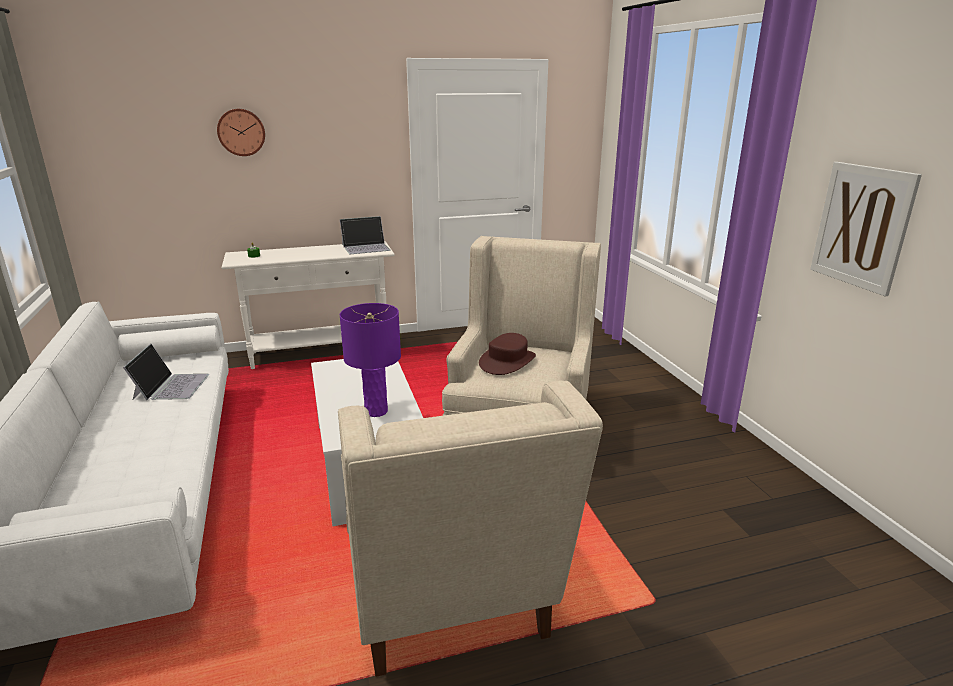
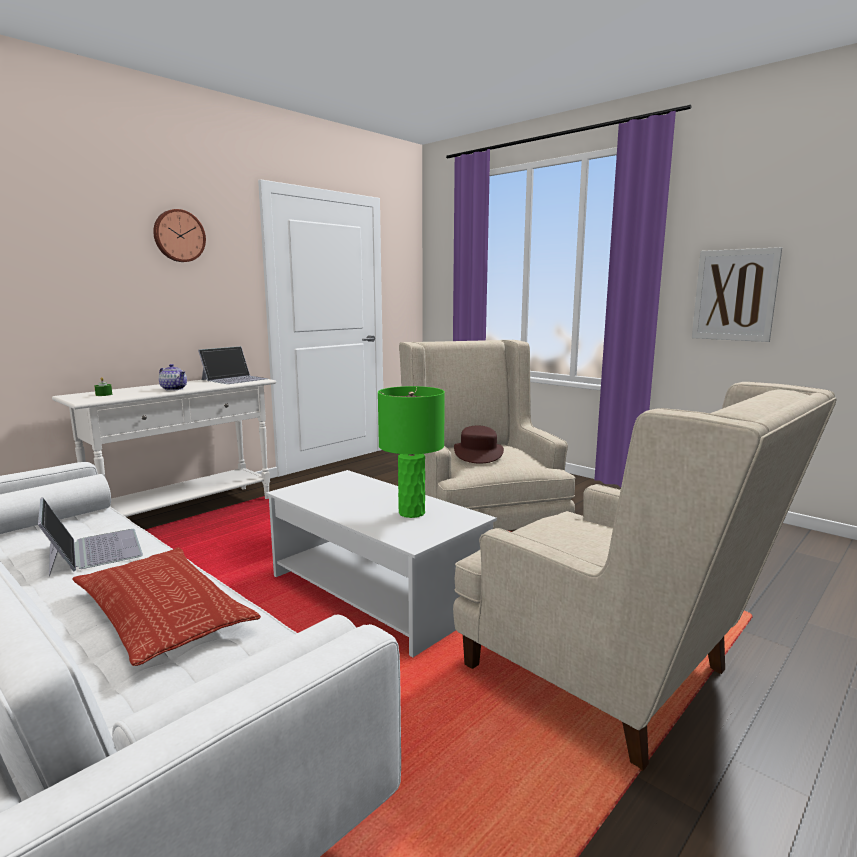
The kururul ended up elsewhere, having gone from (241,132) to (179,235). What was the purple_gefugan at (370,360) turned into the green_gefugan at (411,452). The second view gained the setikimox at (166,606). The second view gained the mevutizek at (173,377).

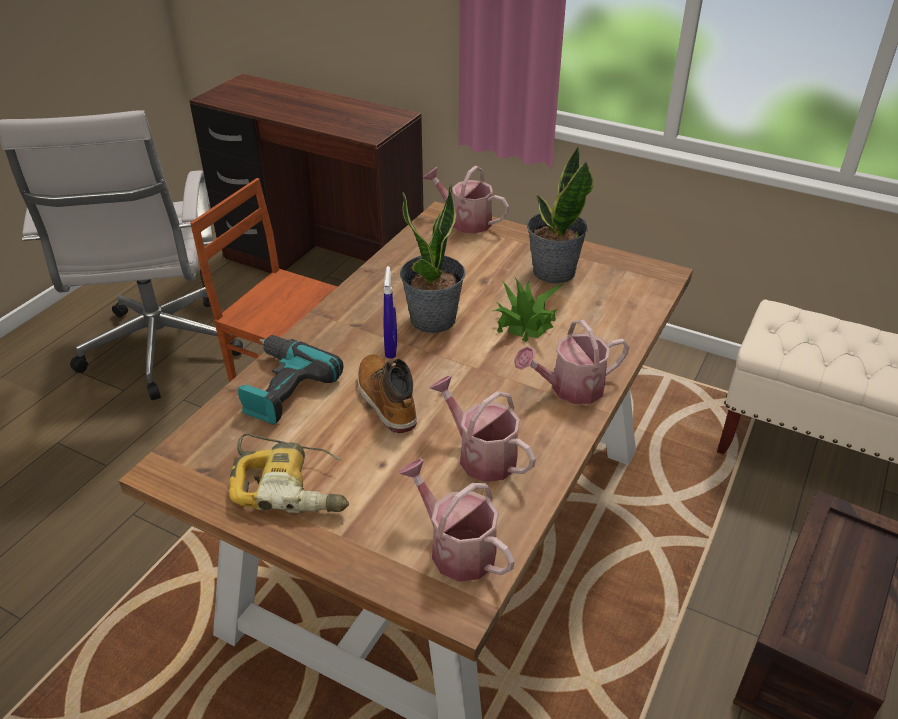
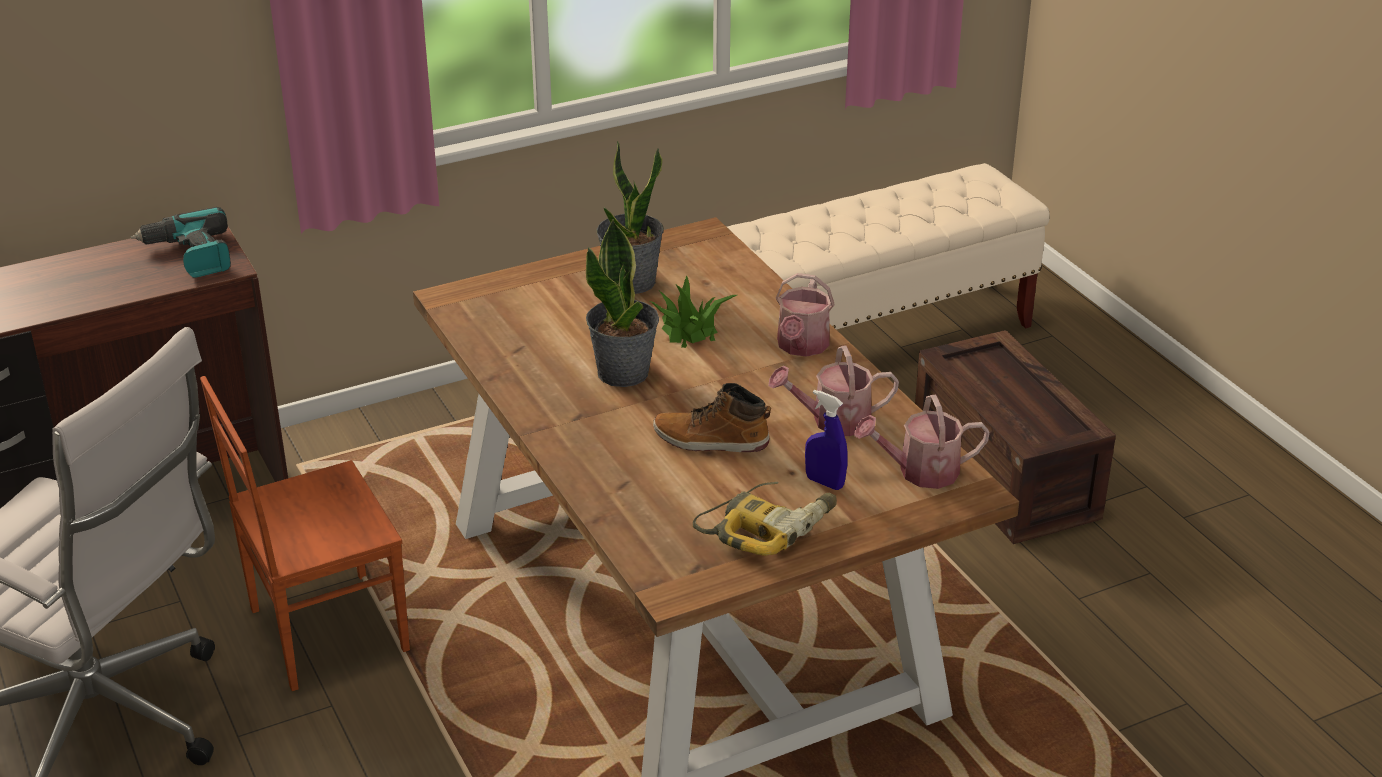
The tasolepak ended up elsewhere, having gone from (290,380) to (180,242). The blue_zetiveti ended up elsewhere, having gone from (390,312) to (826,440). The second view lost the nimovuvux at (465,200).

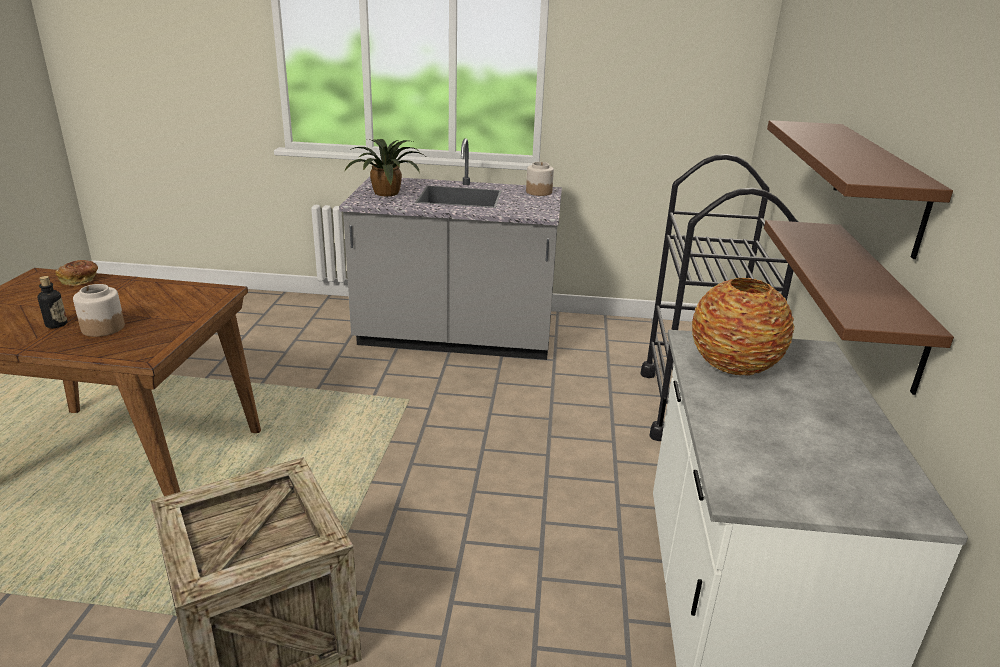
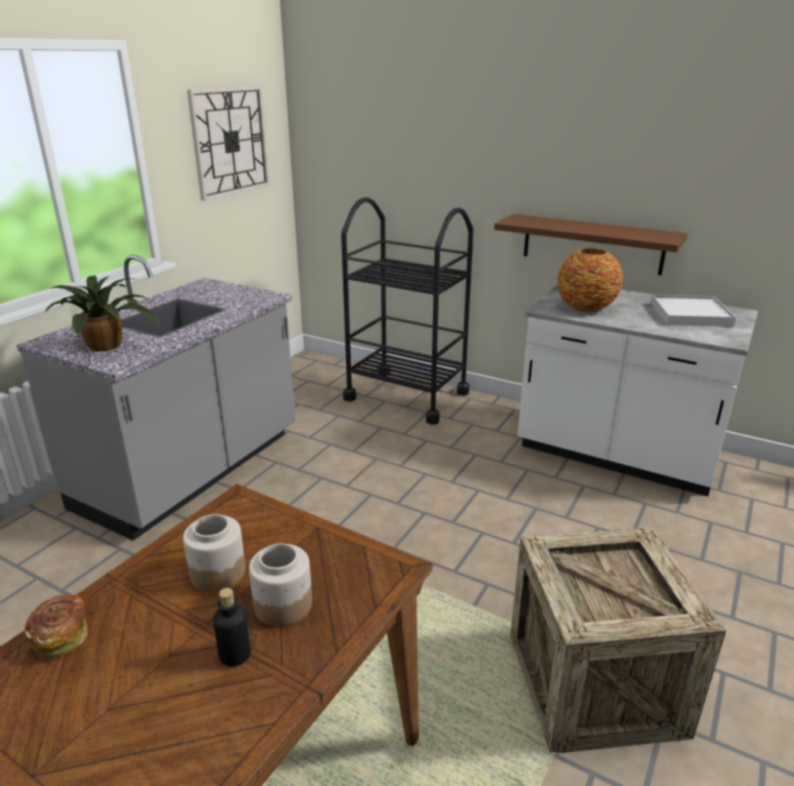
The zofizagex ended up elsewhere, having gone from (540,179) to (214,553). The second view lost the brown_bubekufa at (860,189). The second view gained the kururul at (228,143). The second view gained the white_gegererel at (693,311).

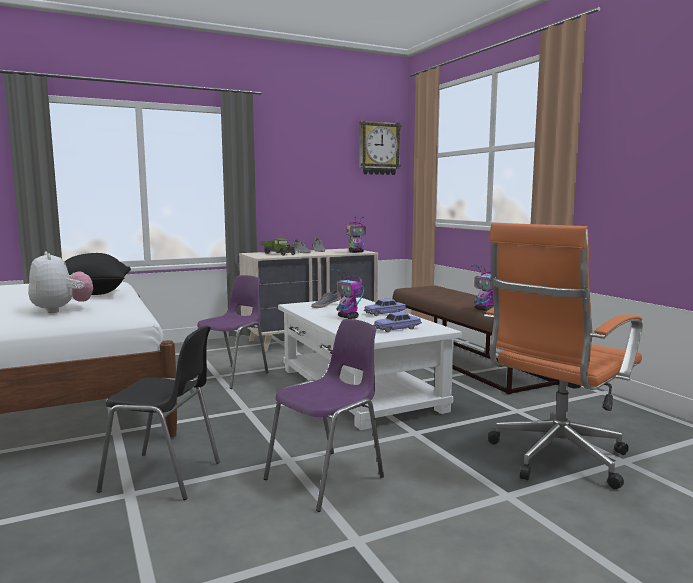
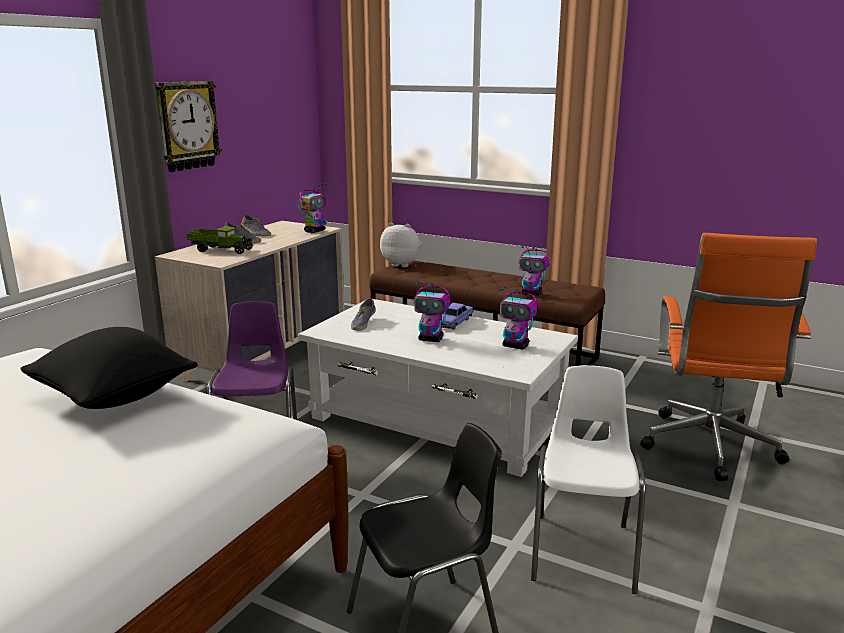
The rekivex ended up elsewhere, having gone from (60,282) to (401,244). What was the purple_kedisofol at (324,415) turned into the white_kedisofol at (588,479). The kururul ended up elsewhere, having gone from (380,147) to (188,126). Where the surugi stood at (397,322), the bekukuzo came to stand at (518,318).

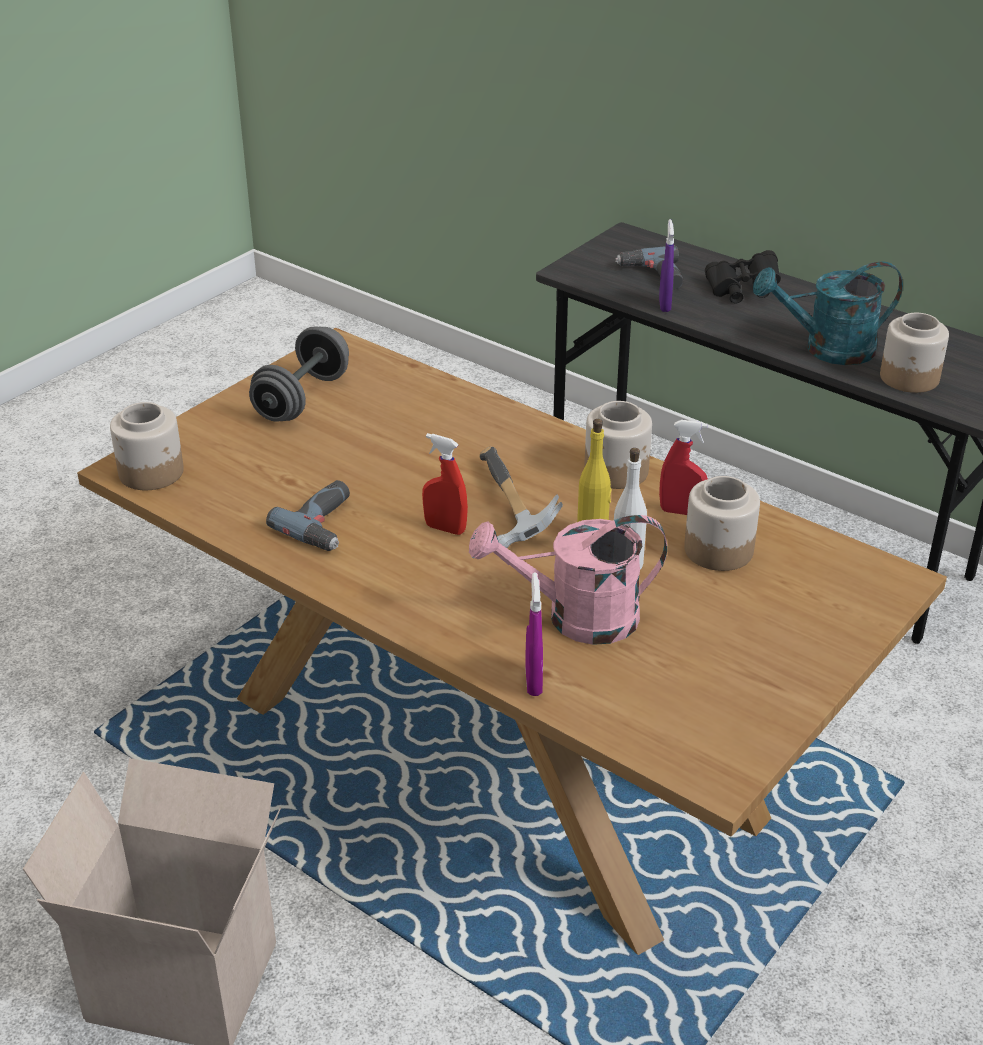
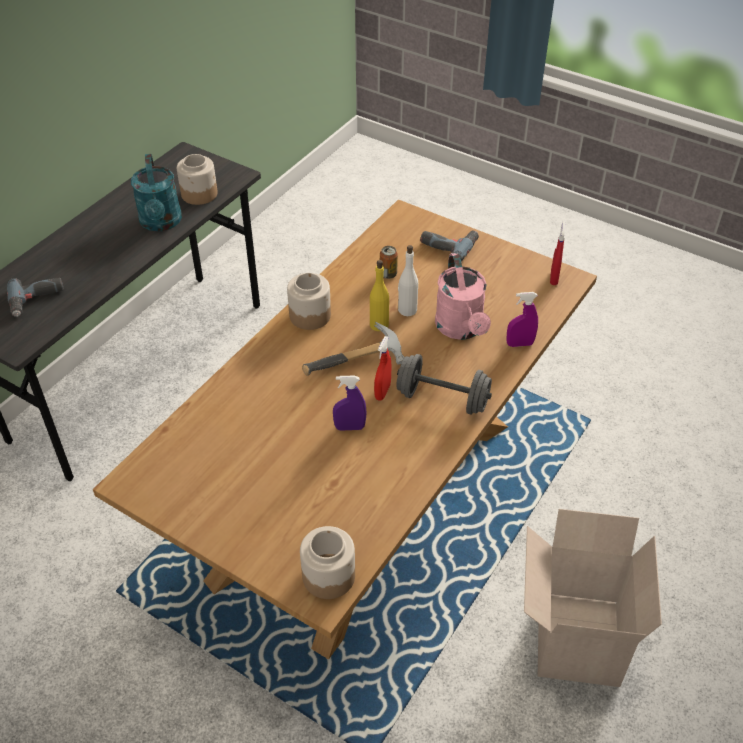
The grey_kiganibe ended up elsewhere, having gone from (299,374) to (444,384). The tasolepak ended up elsewhere, having gone from (308,515) to (449,246). The purple_zetiveti ended up elsewhere, having gone from (666,265) to (350,403). The red_zetiveti ended up elsewhere, having gone from (683,467) to (557,253). Where the zofizagex stood at (722,523), the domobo came to stand at (389,262). The second view lost the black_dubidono at (743,277).

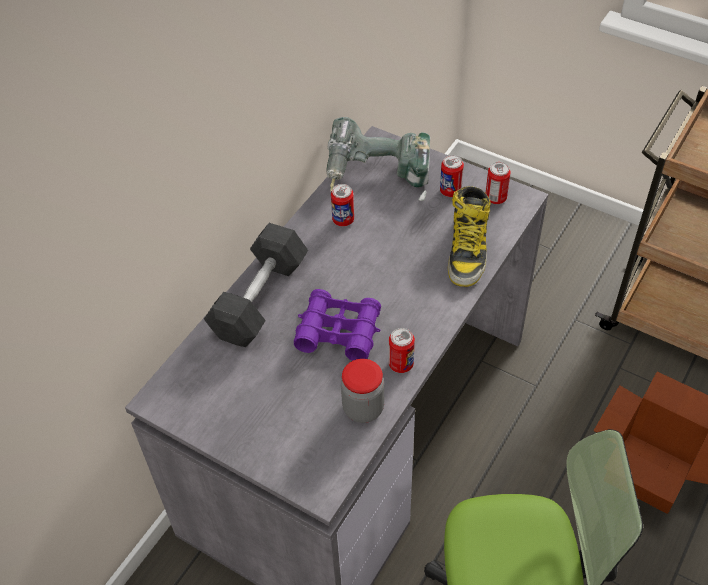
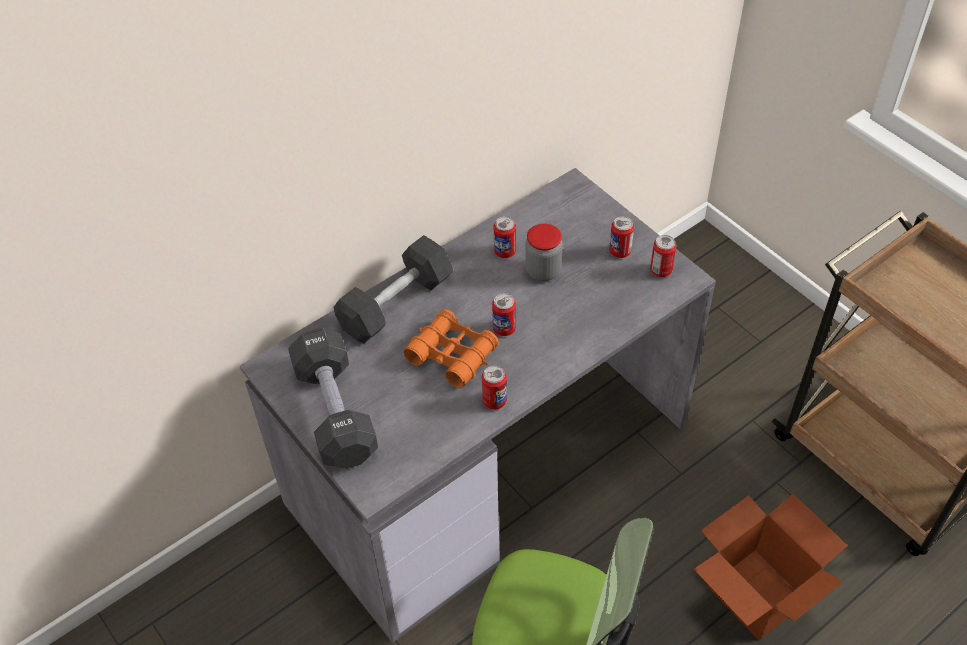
What was the purple_dubidono at (337,325) turned into the orange_dubidono at (451,348). The second view lost the tasolepak at (378,159). The zofizagex ended up elsewhere, having gone from (362,391) to (544,252). The second view lost the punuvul at (469,236). The second view gained the black_kiganibe at (333,398). The second view gained the domobo at (504,314).

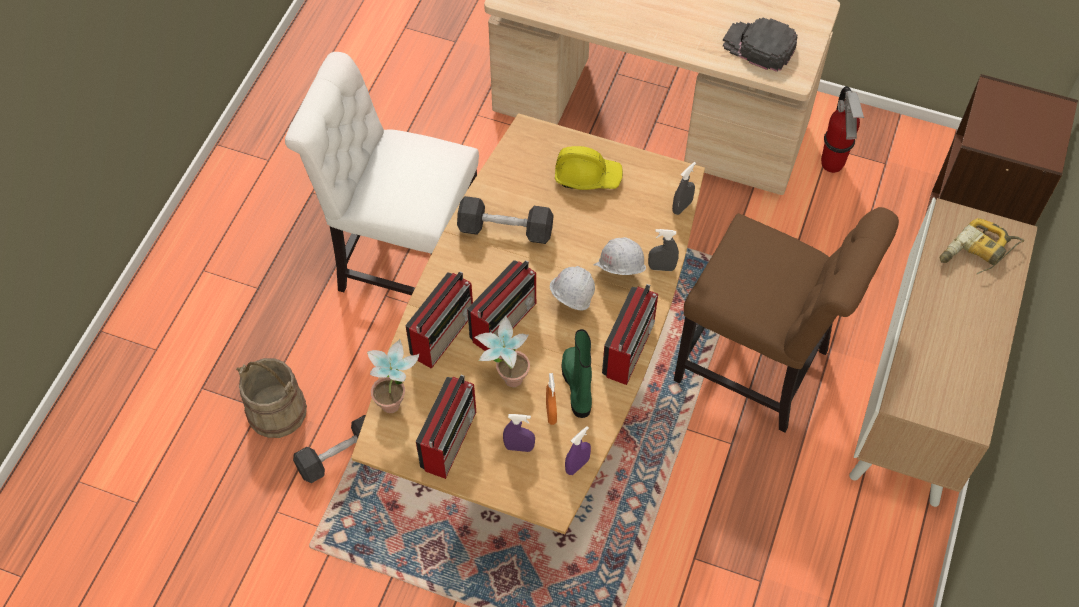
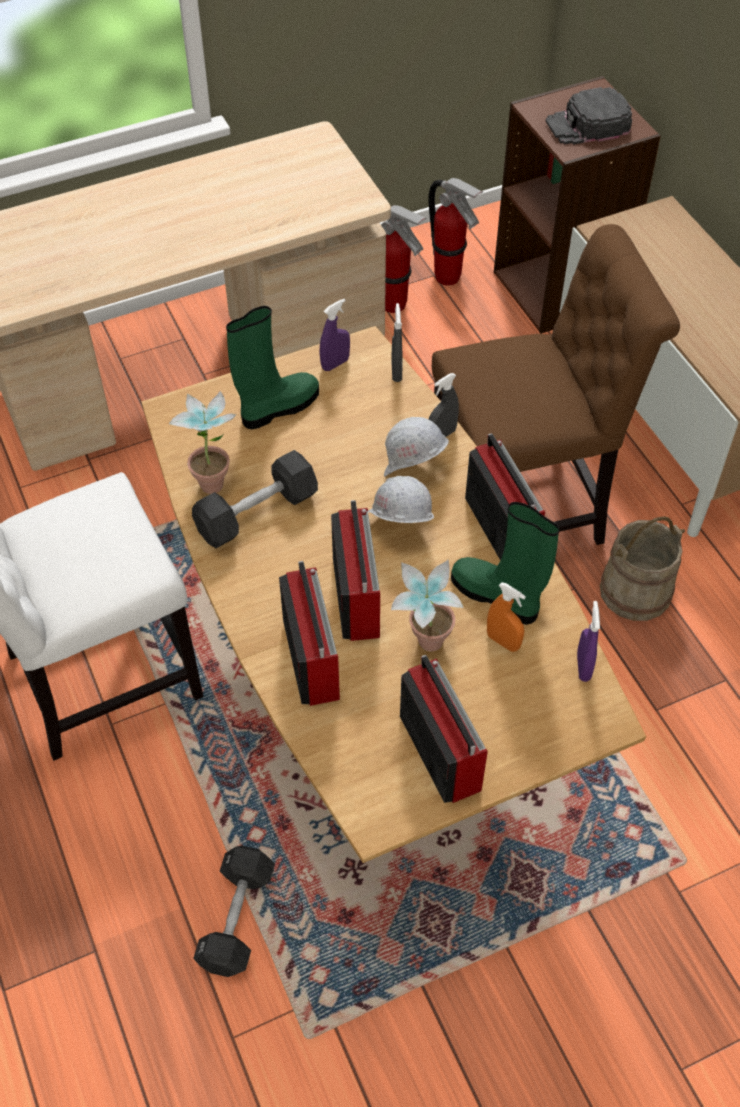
The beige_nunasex ended up elsewhere, having gone from (271,398) to (642,568). The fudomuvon ended up elsewhere, having gone from (393,376) to (203,442). The purple_zetiveti ended up elsewhere, having gone from (519,433) to (335,335). Where the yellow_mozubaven stood at (589,168), the green_punuvul came to stand at (272,367). The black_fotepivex ended up elsewhere, having gone from (760,44) to (589,116). The second view lost the tasolepak at (982,246). The second view gained the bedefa at (455,232).

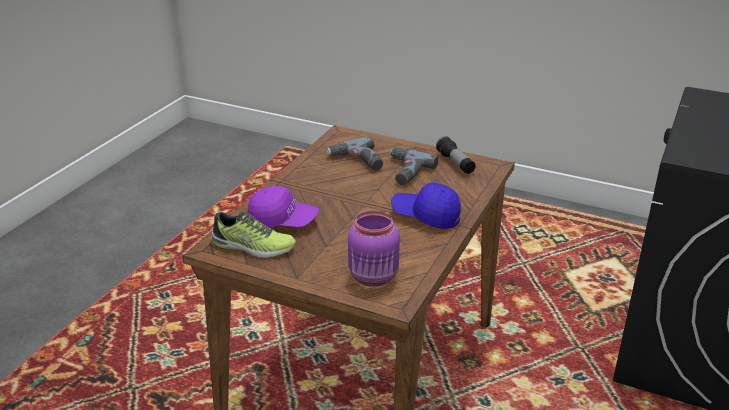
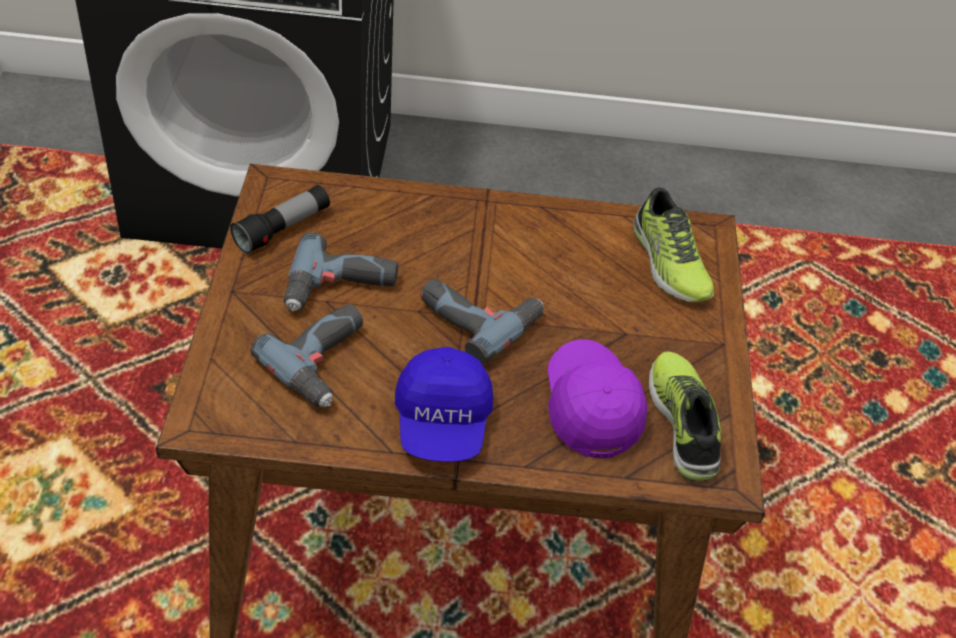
Where the purple_zofizagex stood at (374,248), the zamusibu came to stand at (673,244). The blue_fotepivex ended up elsewhere, having gone from (426,205) to (444,404). The second view gained the tasolepak at (482,321).

